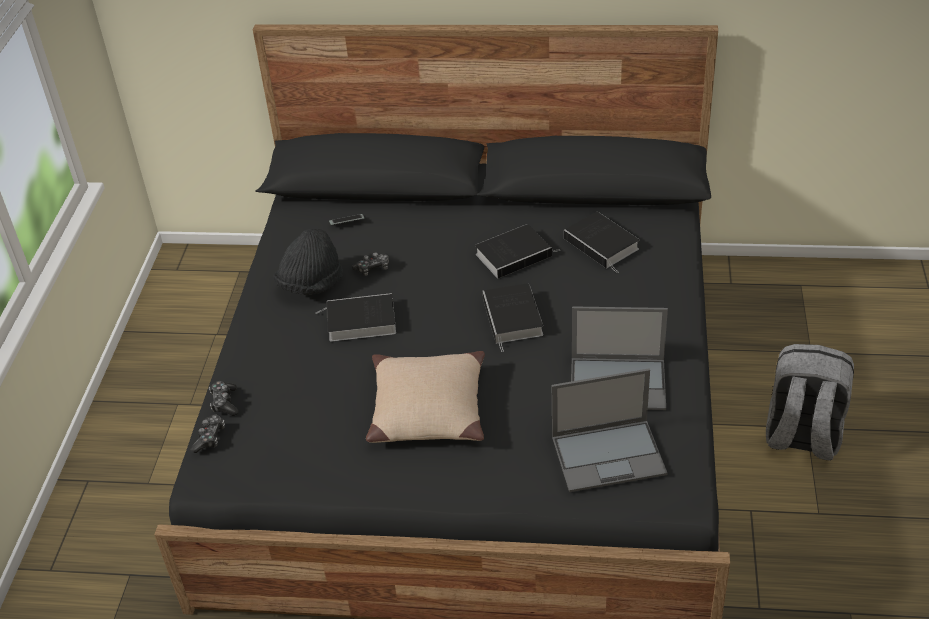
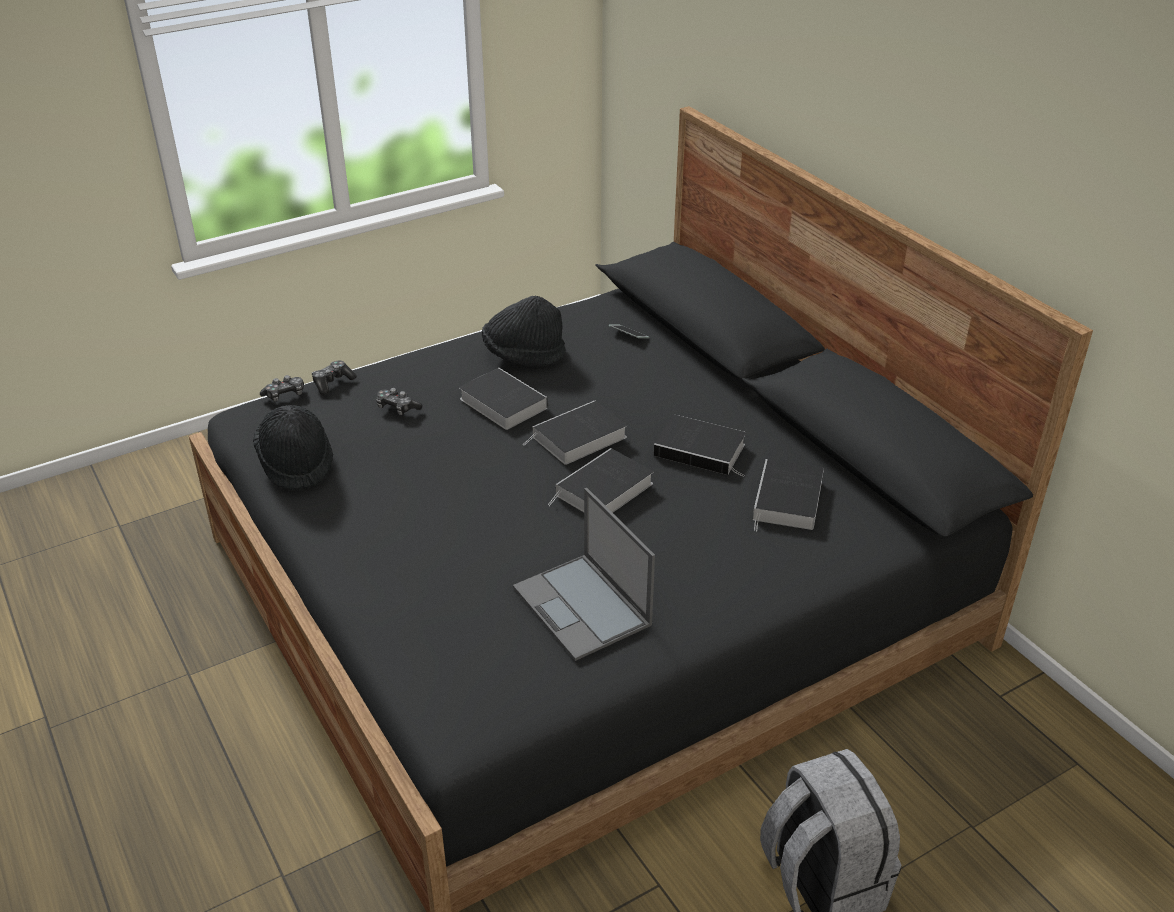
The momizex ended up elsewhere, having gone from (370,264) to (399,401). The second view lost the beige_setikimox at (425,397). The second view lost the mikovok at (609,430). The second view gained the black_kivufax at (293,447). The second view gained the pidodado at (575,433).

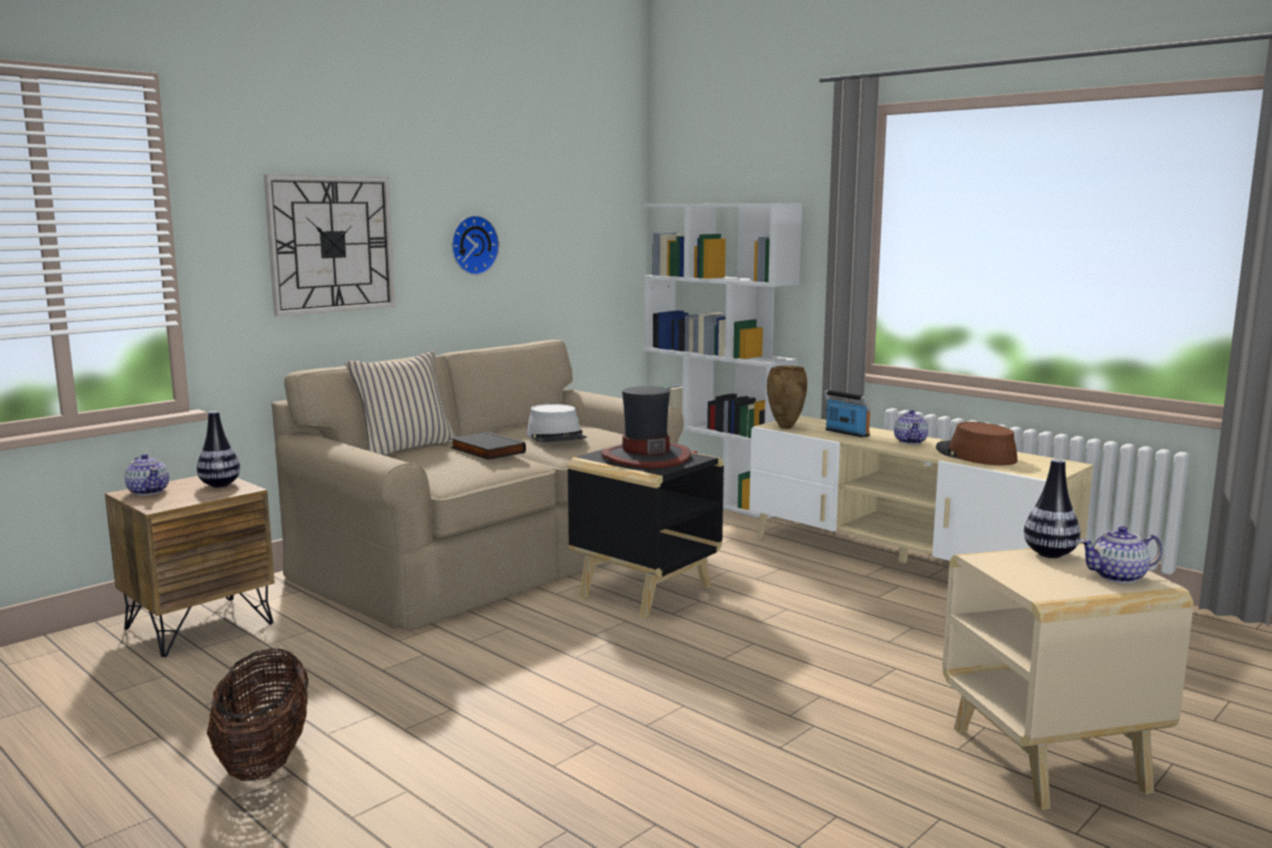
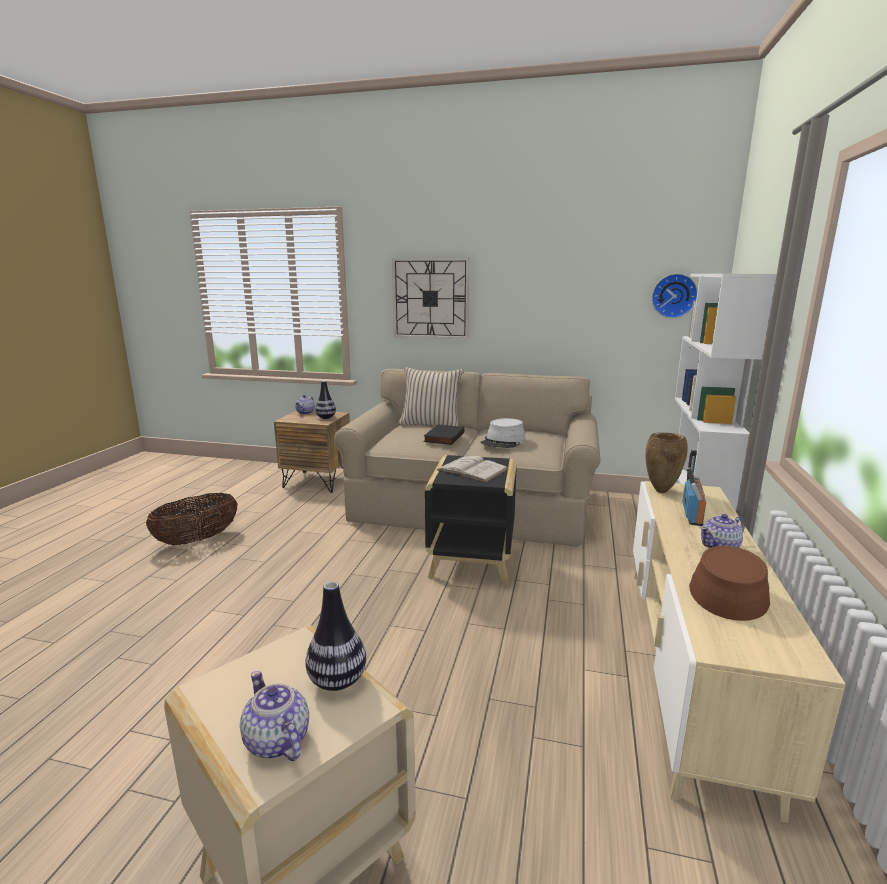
The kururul ended up elsewhere, having gone from (475,245) to (675,296). Where the kivufax stood at (646,427), the white_pidodado came to stand at (472,468).

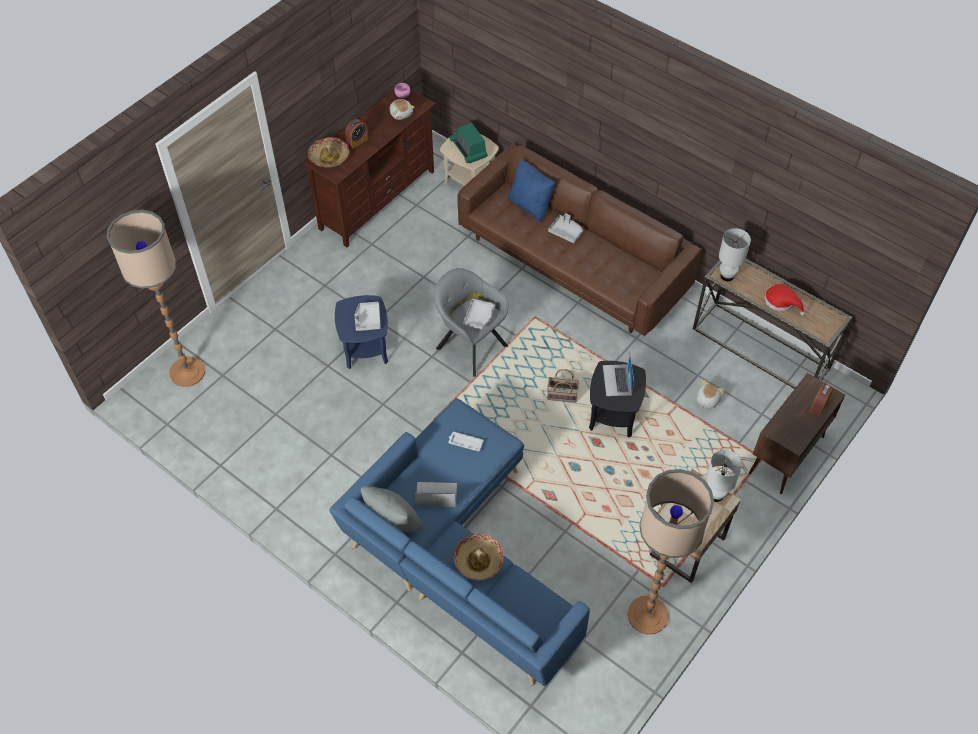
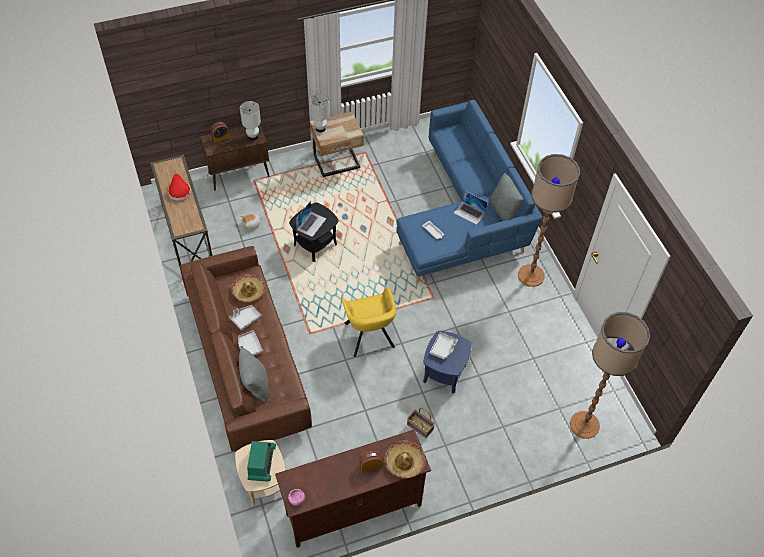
The second view lost the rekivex at (402,109). What was the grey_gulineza at (471,322) turned into the yellow_gulineza at (369,322). The kivufax ended up elsewhere, having gone from (479,557) to (248,288). The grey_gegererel ended up elsewhere, having gone from (479,314) to (245,318). What was the blue_setikimox at (531,191) turned into the grey_setikimox at (254,375). The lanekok ended up elsewhere, having gone from (563,386) to (421,423). The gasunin ended up elsewhere, having gone from (671,552) to (549,220). The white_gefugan ended up elsewhere, having gone from (735,254) to (250,120).

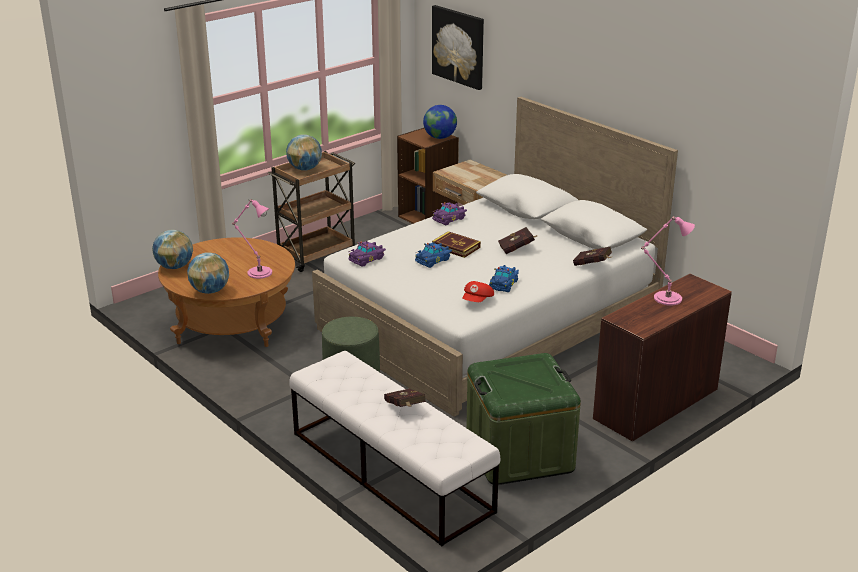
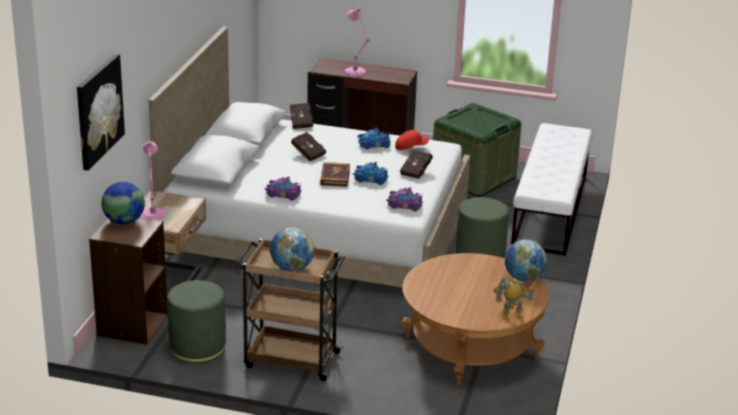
Where the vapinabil stood at (172,249), the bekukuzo came to stand at (514,298). The pink_gefugan ended up elsewhere, having gone from (252,239) to (153,180). The red_pidodado ended up elsewhere, having gone from (405,398) to (416,164). The second view gained the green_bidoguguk at (197,321).

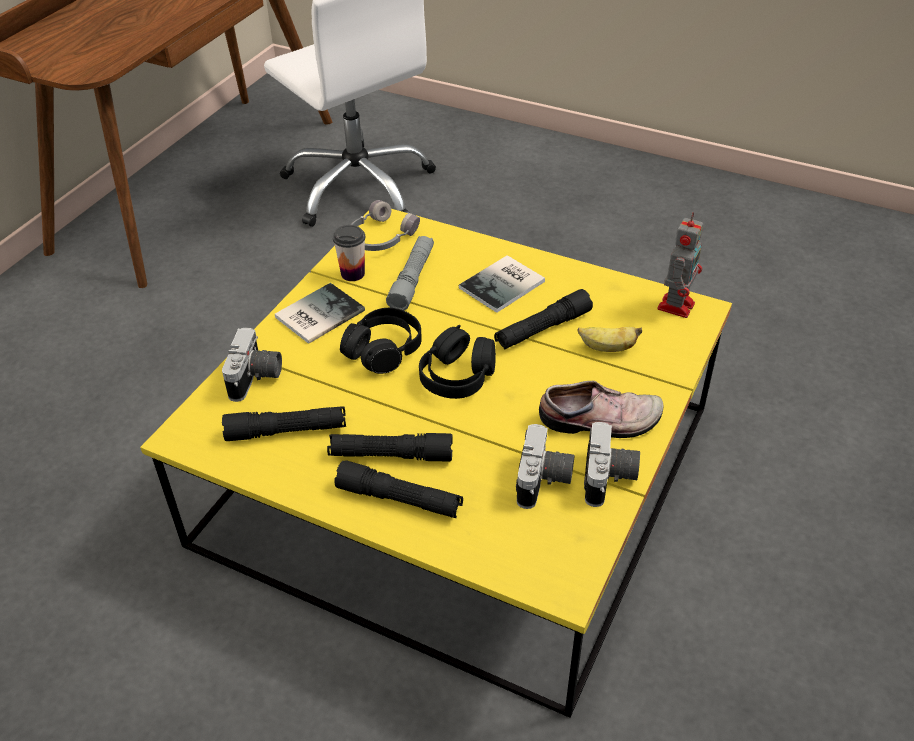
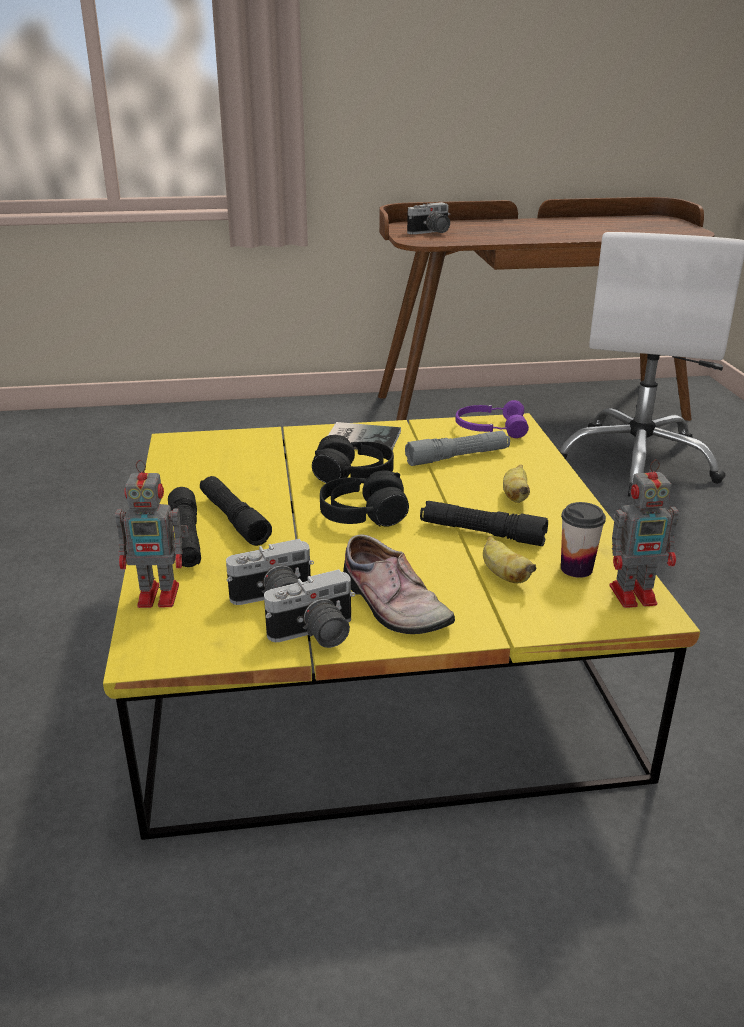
The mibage ended up elsewhere, having gone from (252,365) to (428,218). The second view lost the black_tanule at (284,423). The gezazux ended up elsewhere, having gone from (349,253) to (583,540). What was the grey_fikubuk at (385,225) turned into the purple_fikubuk at (492,419). Where the pidodado stood at (502,284), the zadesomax came to stand at (516,484). The second view gained the bekukuzo at (152,534).

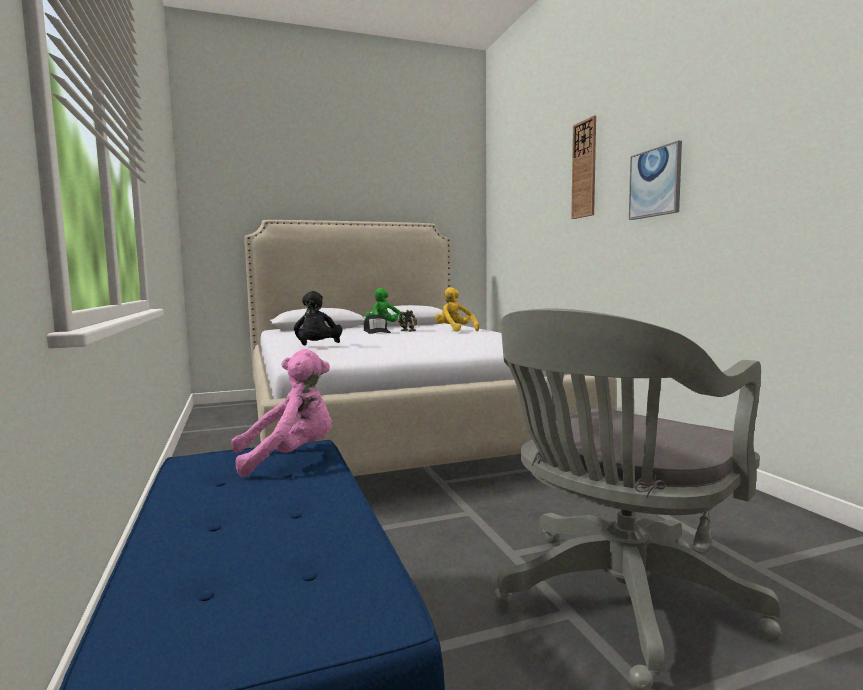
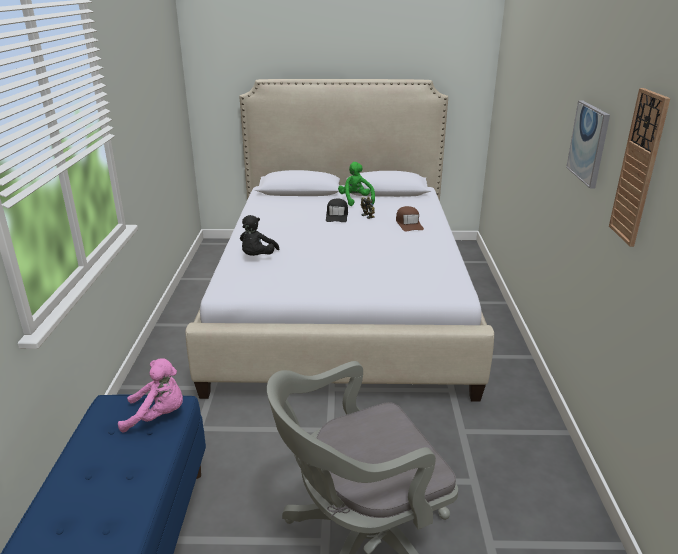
Where the yellow_rekivex stood at (457,309), the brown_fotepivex came to stand at (410,218). The kururul ended up elsewhere, having gone from (583,167) to (640,167).

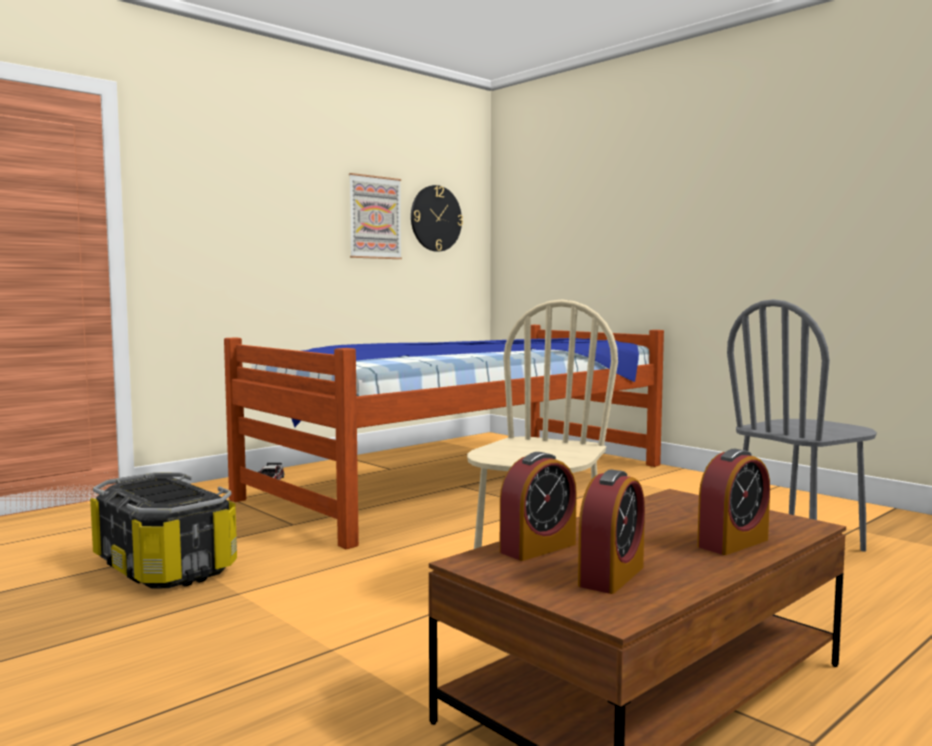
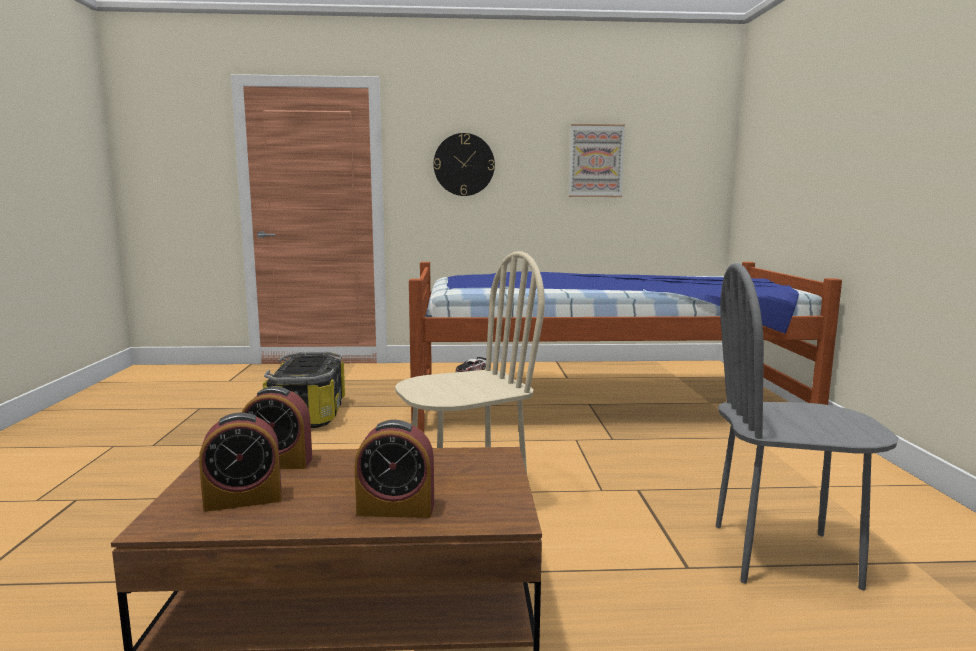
The kururul ended up elsewhere, having gone from (437,218) to (464,164).

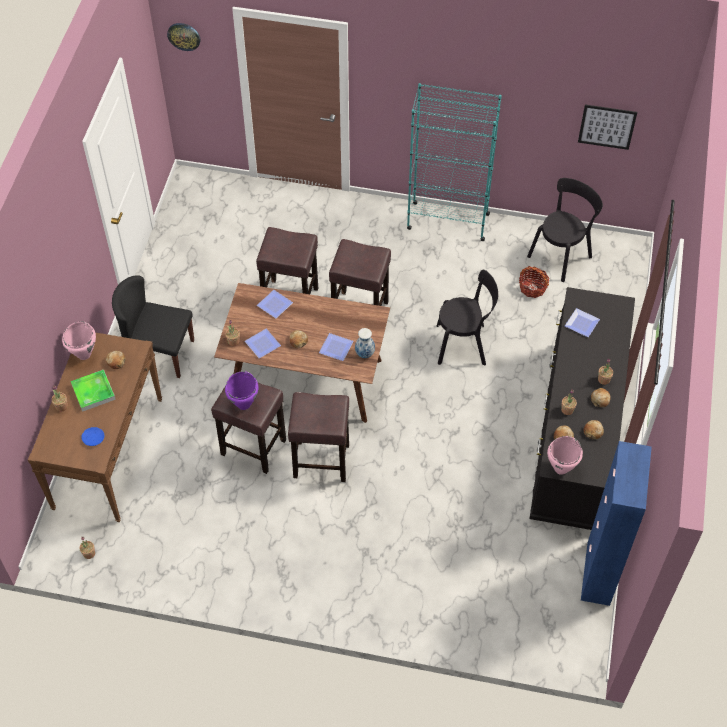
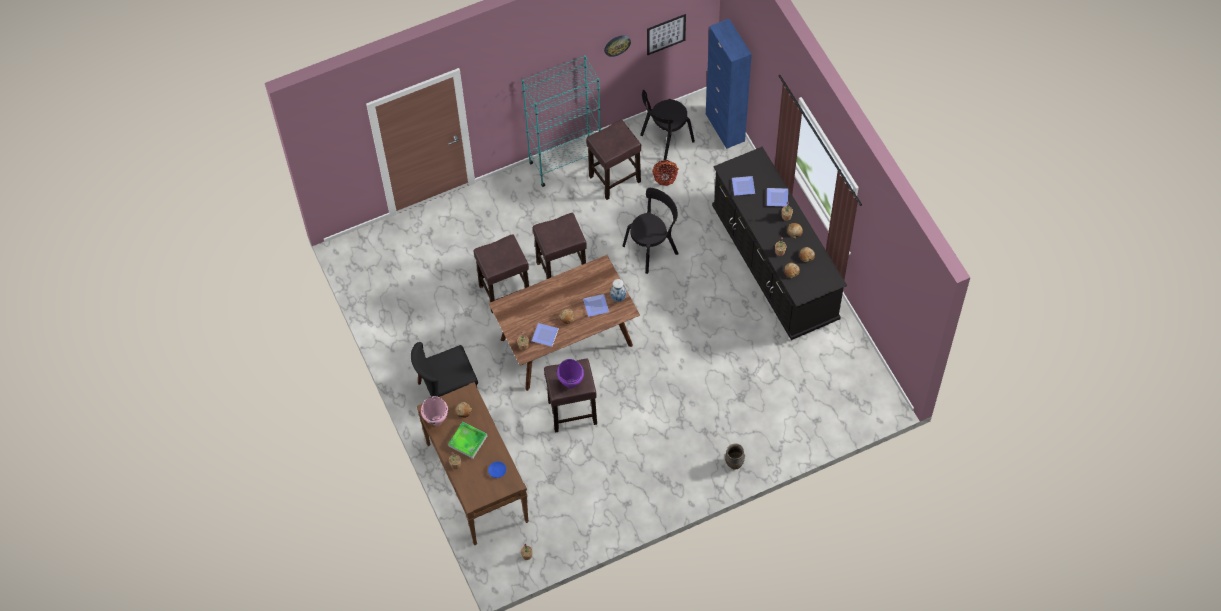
The kururul ended up elsewhere, having gone from (183,37) to (617,46). The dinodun ended up elsewhere, having gone from (275,304) to (777,197). The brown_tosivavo ended up elsewhere, having gone from (318,437) to (613,159). The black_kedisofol at (565,230) ended up facing another way, 135 degrees counterclockwise from before. The second view lost the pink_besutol at (565,455). The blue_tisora ended up elsewhere, having gone from (616,523) to (729,84). The second view gained the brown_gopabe at (735,456).

